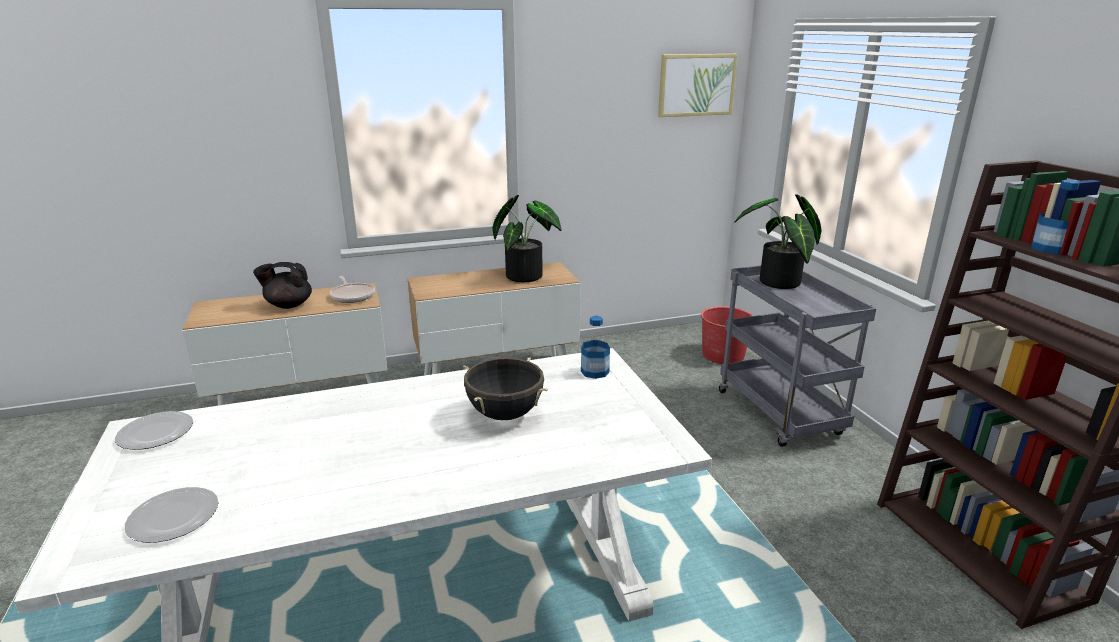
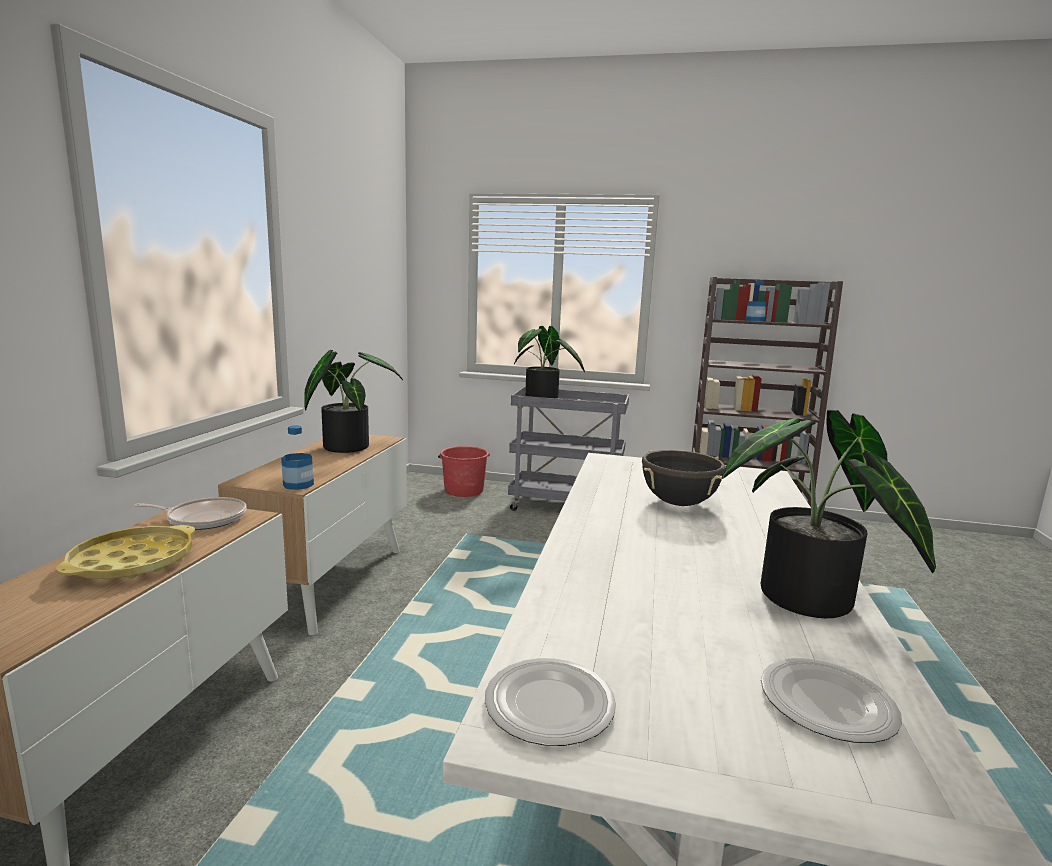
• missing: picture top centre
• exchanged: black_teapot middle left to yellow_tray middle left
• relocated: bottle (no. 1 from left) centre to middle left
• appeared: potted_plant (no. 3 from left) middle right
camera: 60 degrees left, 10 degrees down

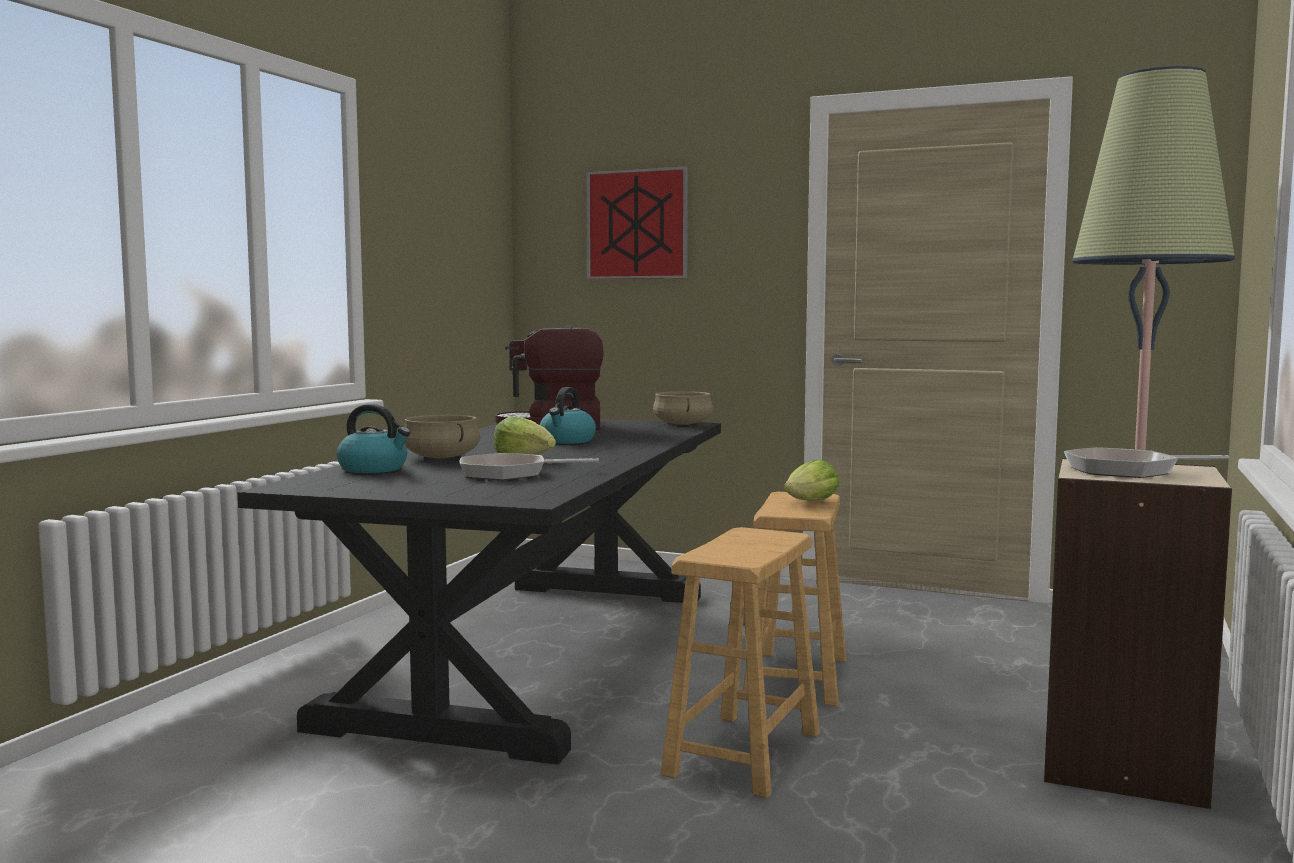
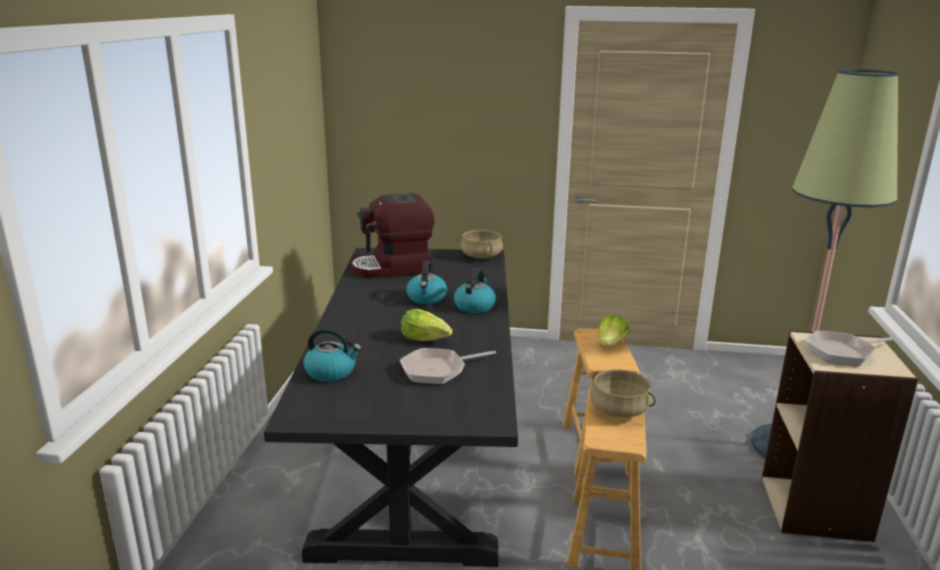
• missing: picture top centre
• relocated: beige_cooking_pot (no. 1 from left in the first image) centre to beige_cooking_pot (no. 2 from left) bottom centre
• appeared: kettle (no. 3 from left) centre
camera: 15 degrees left, 15 degrees up

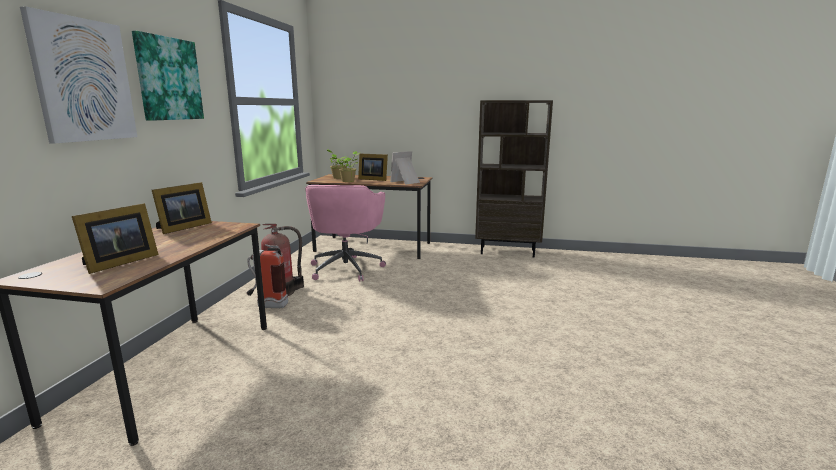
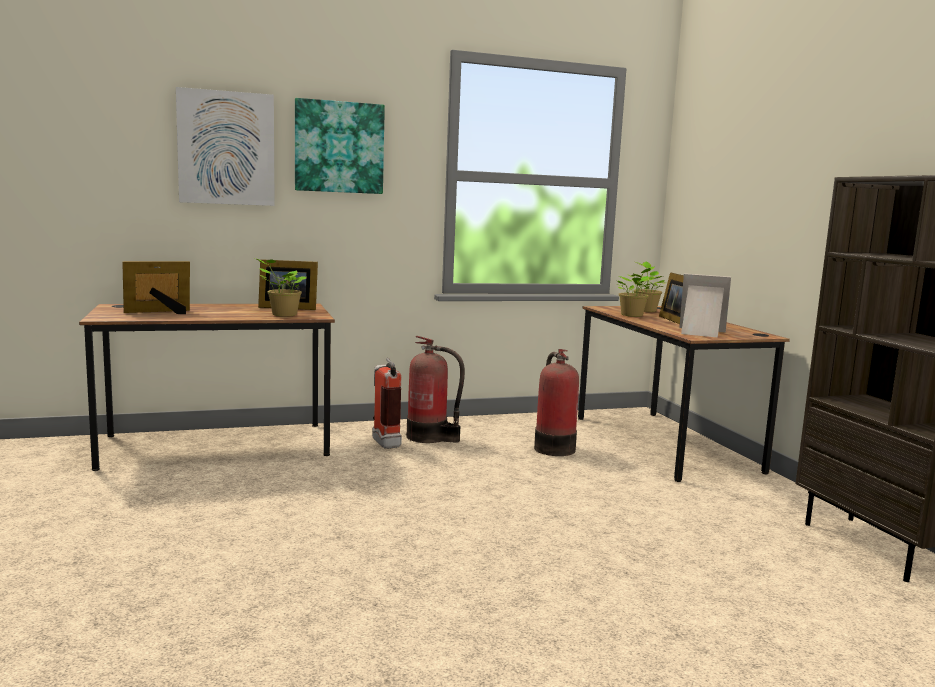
• exchanged: pink_office_chair centre to fire_extinguisher (no. 3 from left) centre
• spun: picture_frame (no. 1 from left) middle left = middle left 150 degrees clockwise
• appeared: potted_plant (no. 1 from left) middle left
camera: 60 degrees right, 5 degrees down

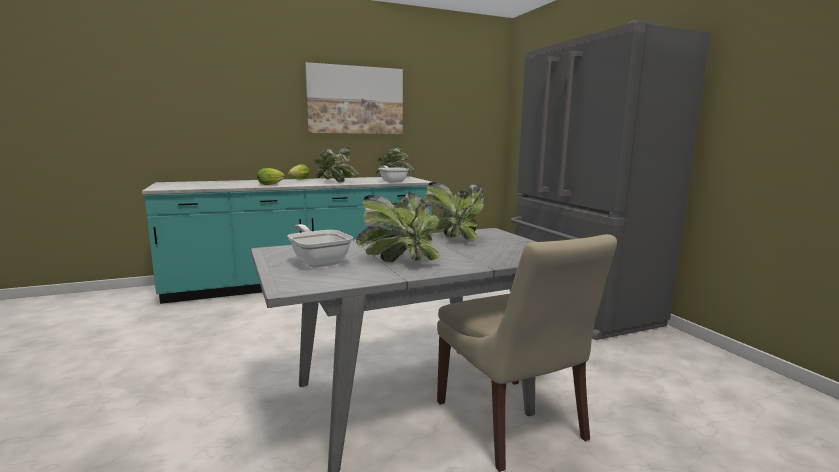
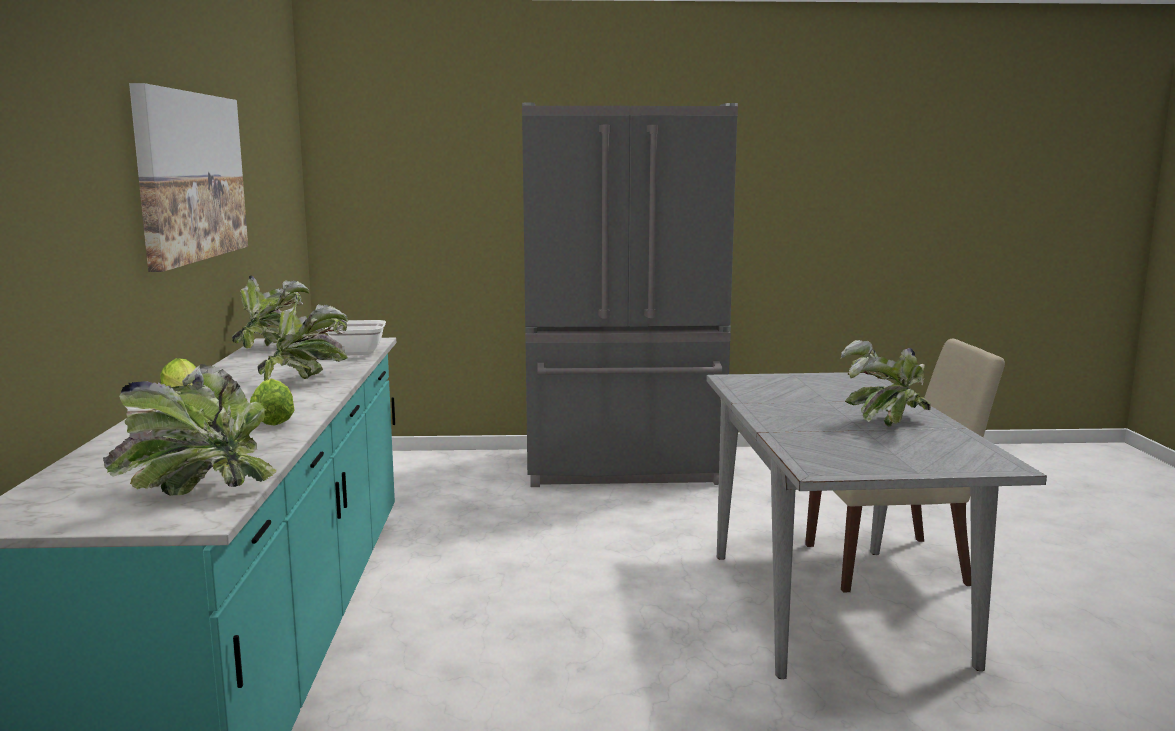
• relocated: potted_plant (no. 4 from left in the first image) centre to potted_plant (no. 1 from left) middle left
• missing: frying_pan (no. 1 from left) centre
camera: 70 degrees left, 0 degrees up

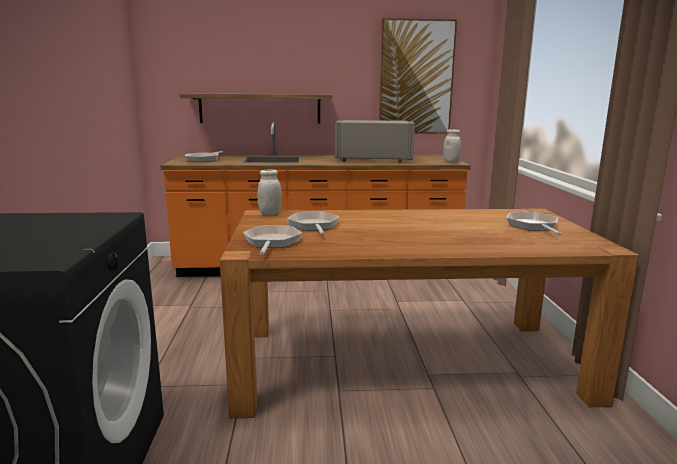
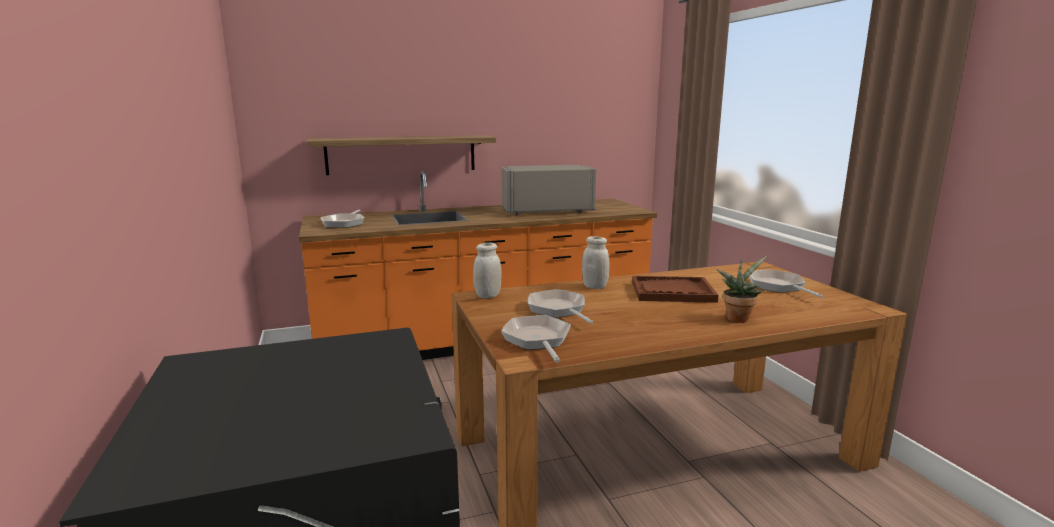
• missing: picture top centre
• relocated: white_jar (no. 2 from left) top right to centre
• appeared: potted_plant middle right
• appeared: brown_tray centre
camera: 15 degrees left, 0 degrees up

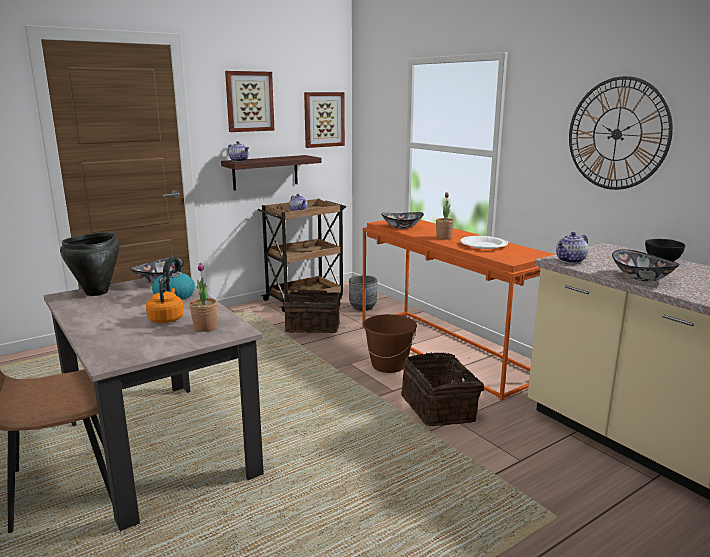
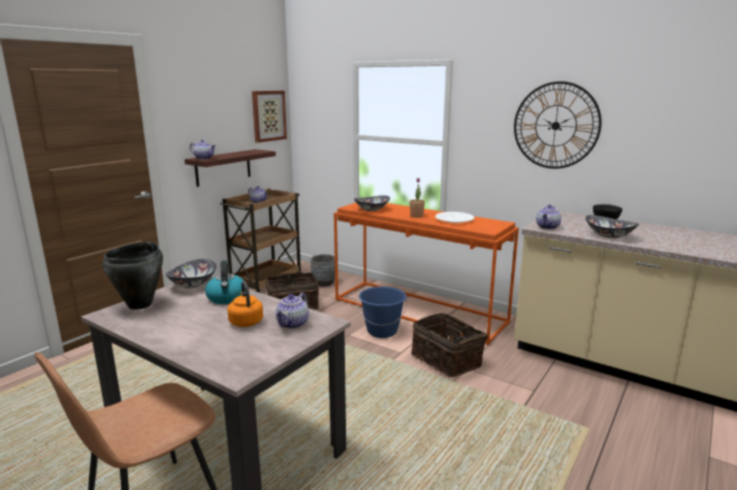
• missing: picture (no. 1 from left) top centre
• exchanged: potted_plant (no. 1 from left) middle left to teapot (no. 3 from left) centre
• colour: brown_bucket centre to blue_bucket centre
camera: 20 degrees left, 0 degrees up

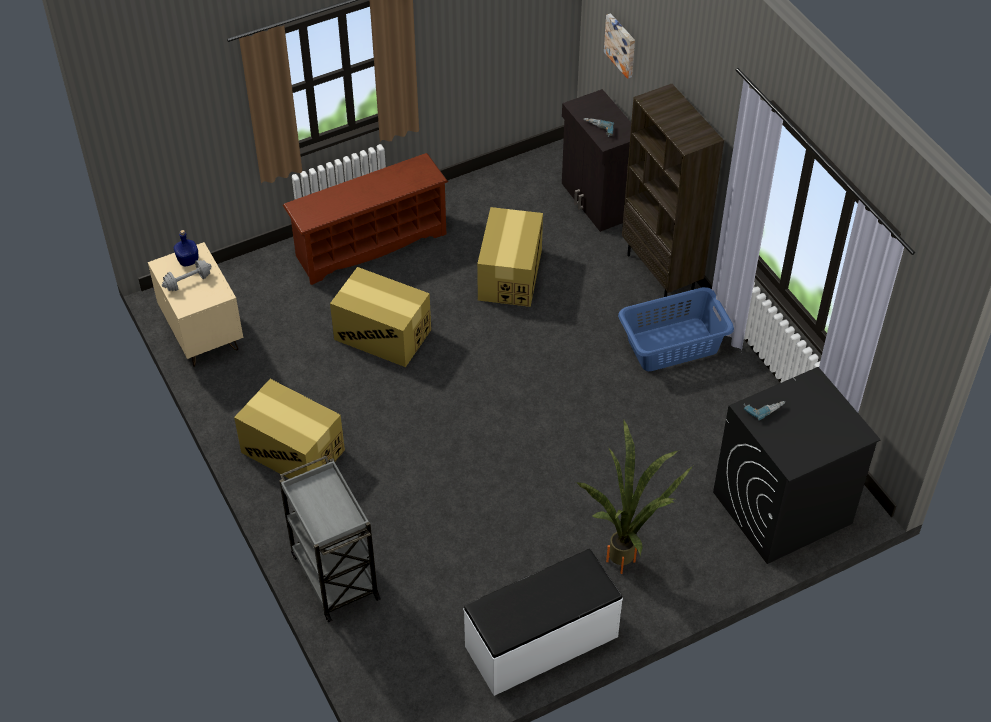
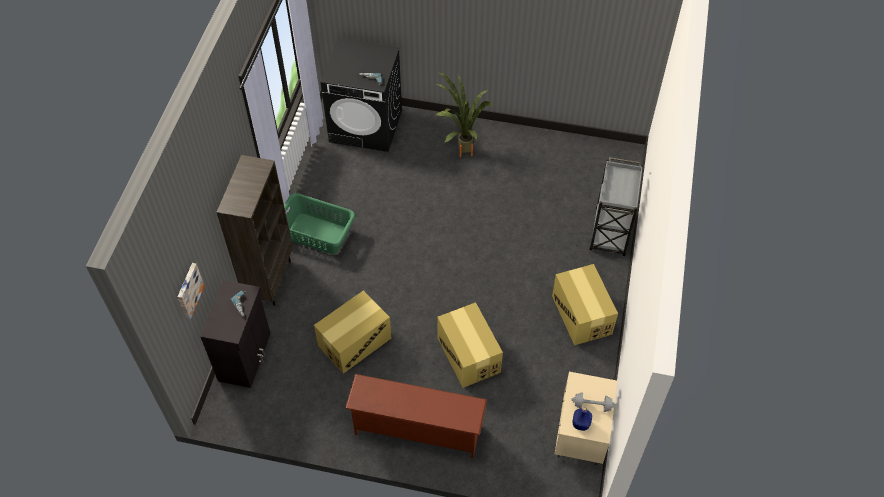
• colour: blue_laundry_basket middle right to green_laundry_basket centre
• missing: white_bench bottom centre
camera: 140 degrees left, 5 degrees up

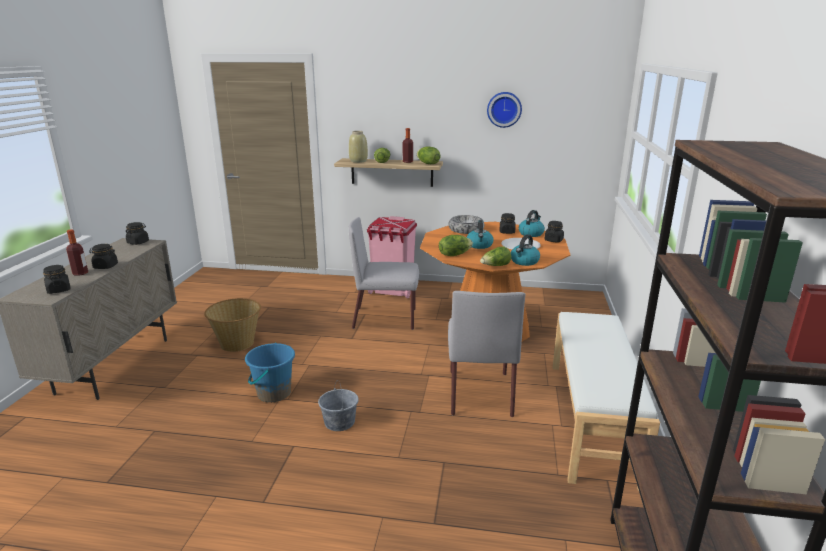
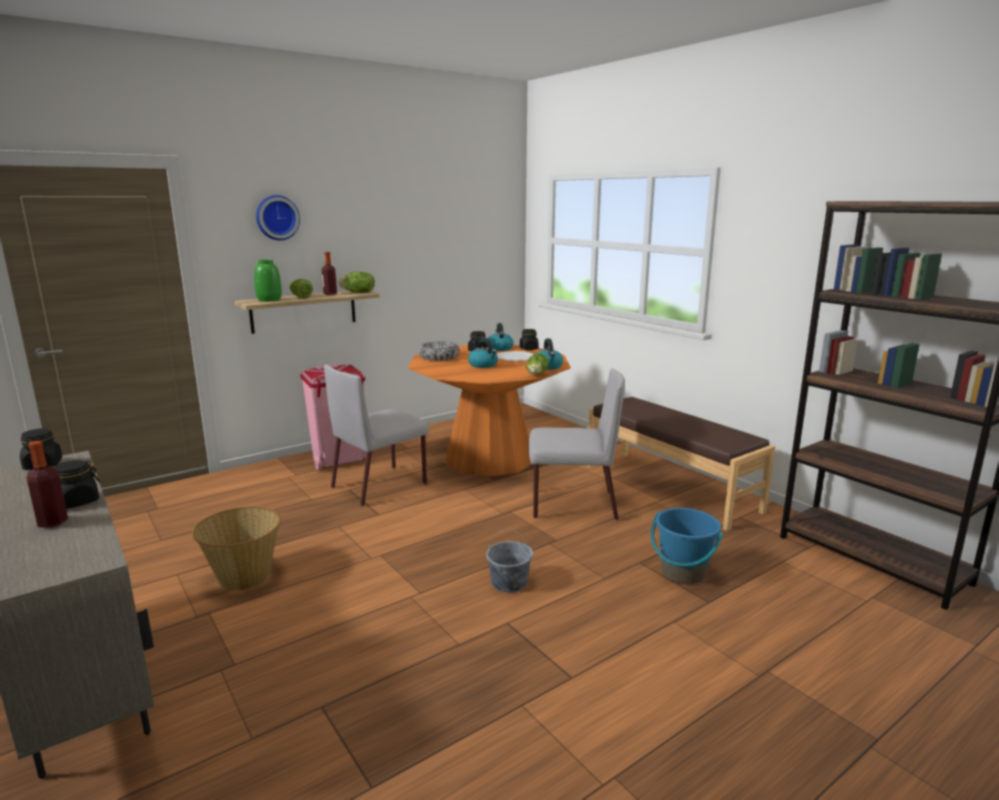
• relocated: wall_clock top centre to top left
• colour: beige_vase top centre to green_vase middle left
• missing: lettuce (no. 3 from left) centre
• missing: black_jar (no. 1 from left) middle left
• spun: grey_chair (no. 2 from left) centre = centre 45 degrees counterclockwise
• colour: white_bench bottom right to brown_bench middle right
• relocated: blue_bucket bottom left to bottom right
camera: 45 degrees left, 5 degrees down

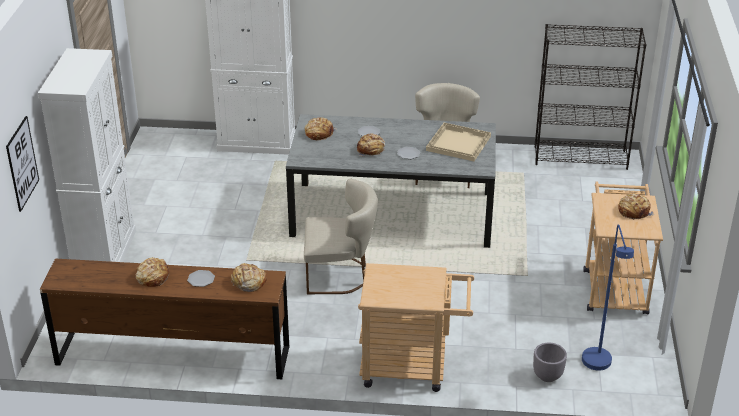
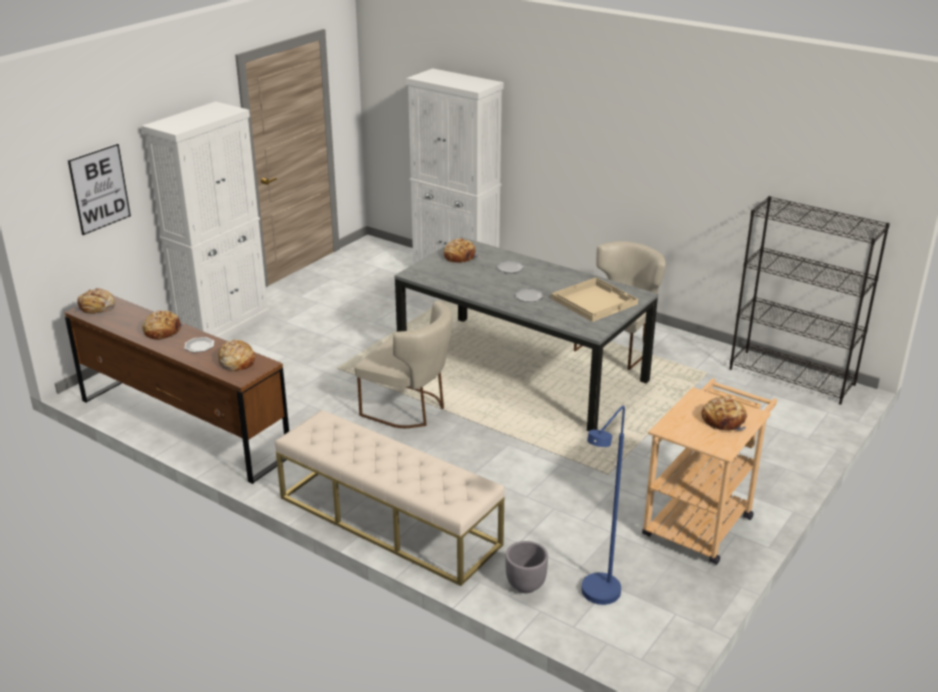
• relocated: bread (no. 4 from left in the first image) centre to bread (no. 1 from left) middle left
• exchanged: beige_cart (no. 1 from left) bottom centre to beige_bench bottom centre
camera: 30 degrees right, 5 degrees down

